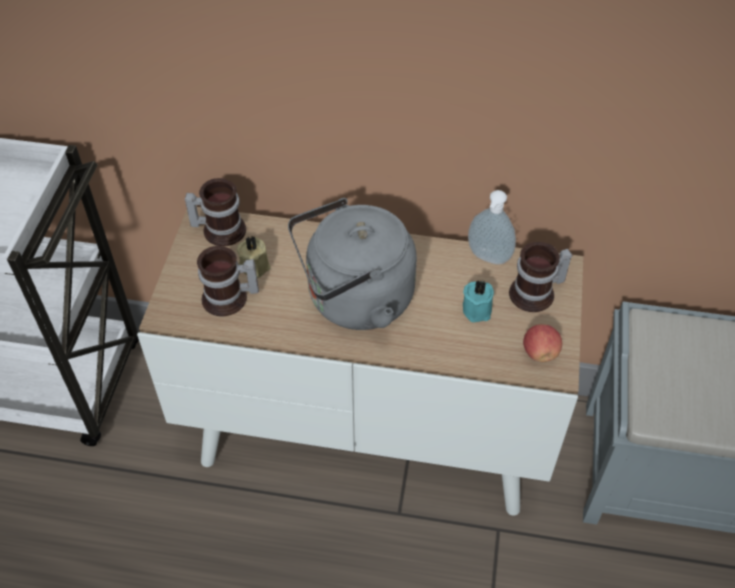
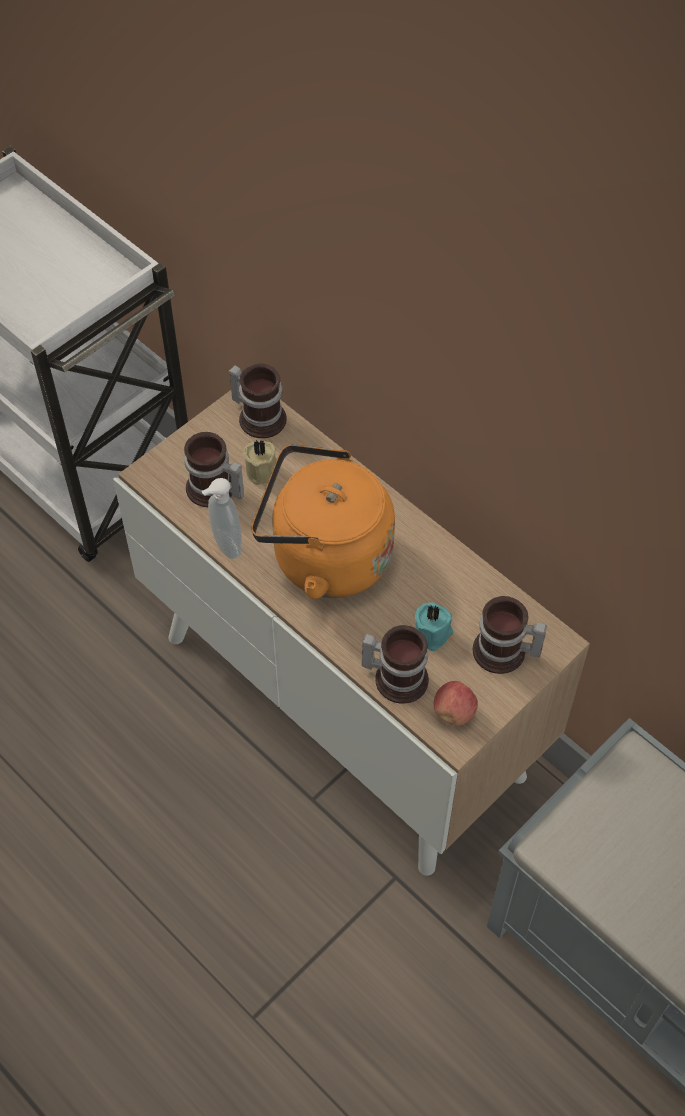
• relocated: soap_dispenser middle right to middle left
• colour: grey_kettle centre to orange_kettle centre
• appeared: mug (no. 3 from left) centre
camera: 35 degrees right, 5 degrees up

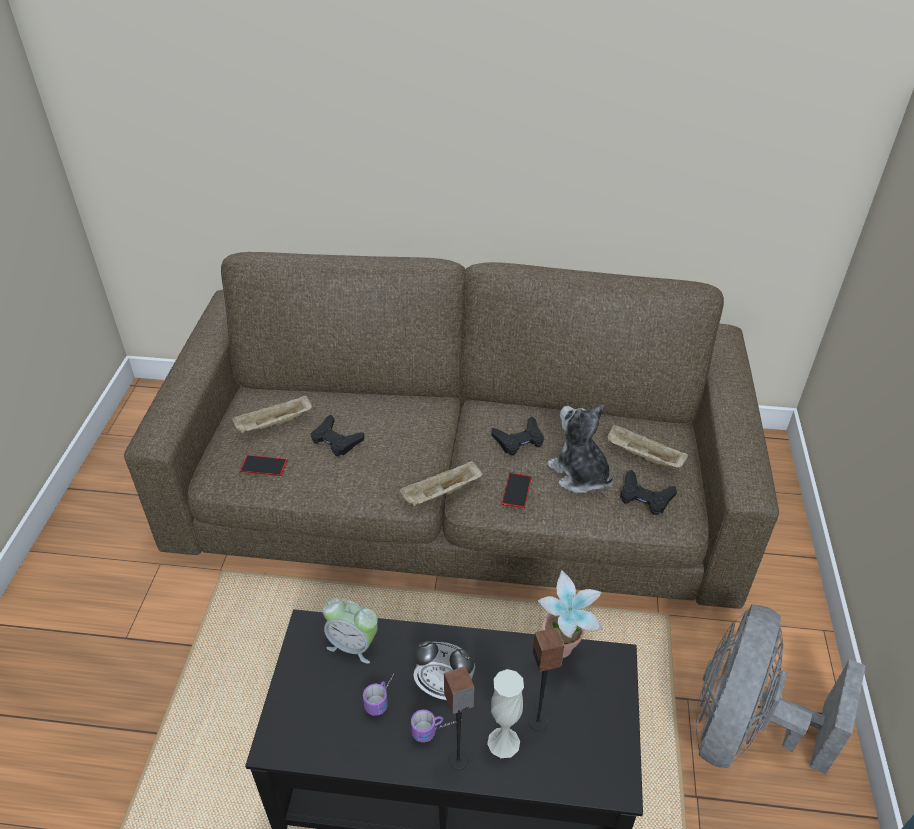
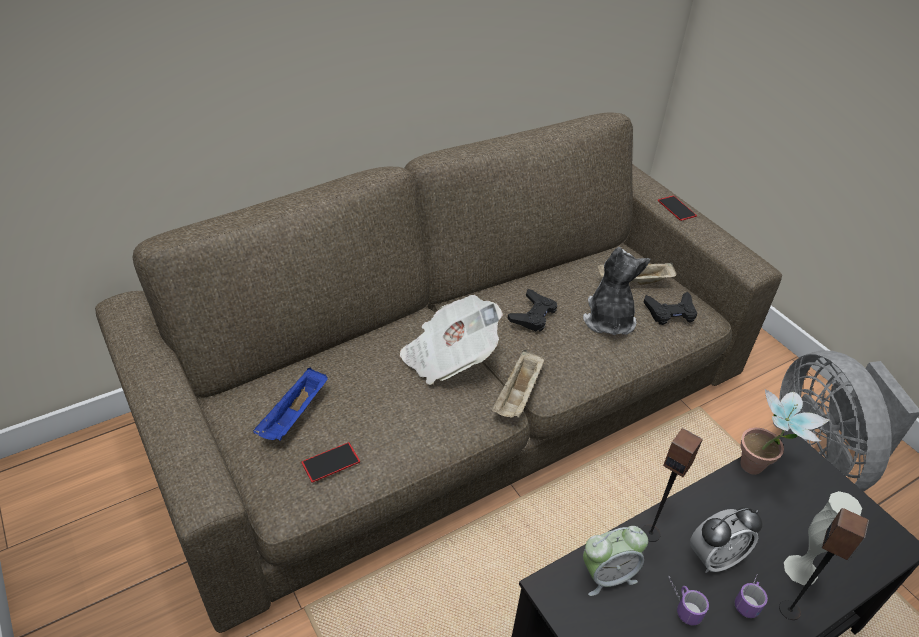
• colour: beige_tray (no. 1 from left) middle left to blue_tray middle left
• spun: plush_toy centre = middle right 75 degrees clockwise
• missing: black_game_controller (no. 1 from left) centre
• relocated: phone (no. 2 from left) centre to top right
• relocated: speaker (no. 2 from left in the first image) bottom centre to speaker (no. 1 from left) bottom right
• appeared: newspaper centre
camera: 40 degrees left, 0 degrees up

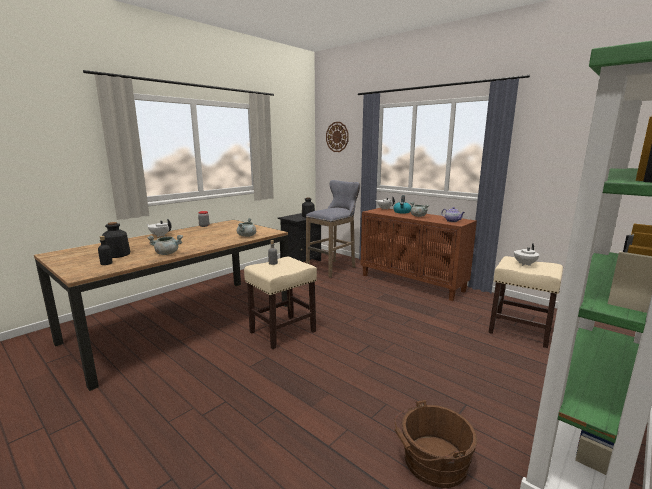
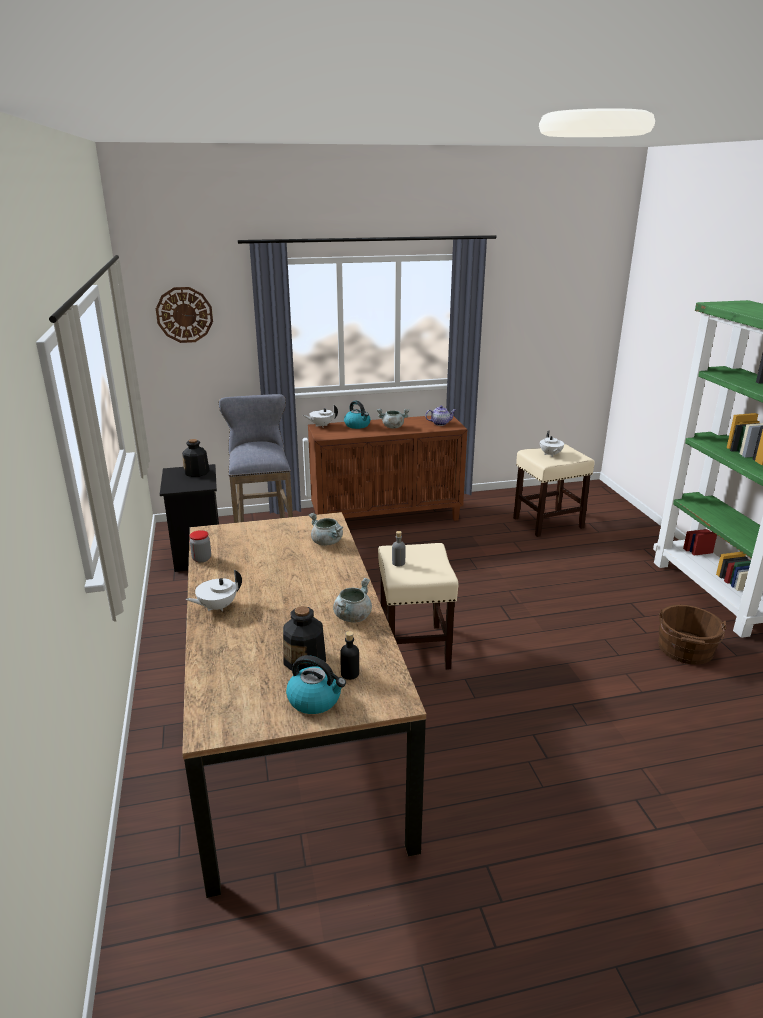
• appeared: kettle (no. 1 from left) bottom centre
camera: 55 degrees left, 10 degrees up

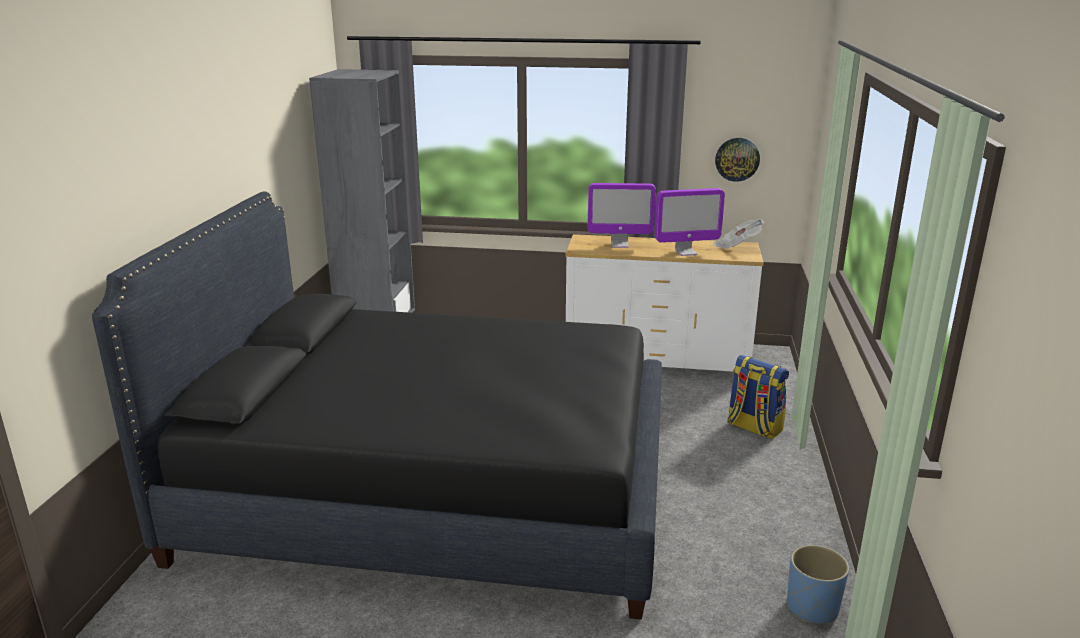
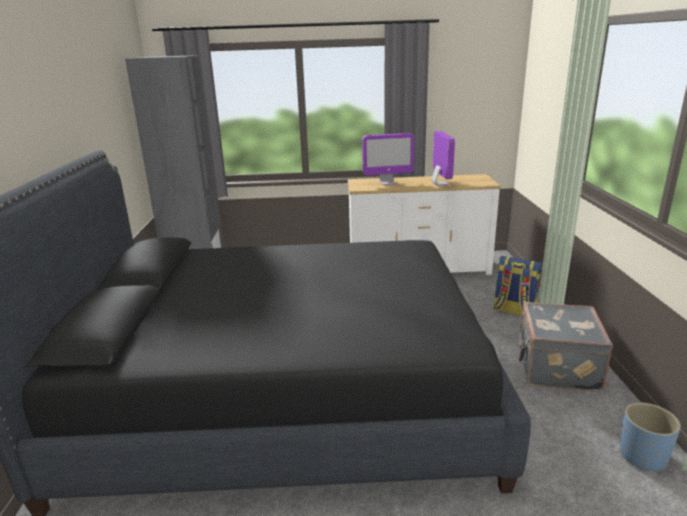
• missing: wall_clock top right
• spun: monitor (no. 2 from left) centre = top centre 75 degrees counterclockwise
• missing: newspaper middle right
• appeared: grey_suitcase bottom right
camera: 10 degrees left, 0 degrees up

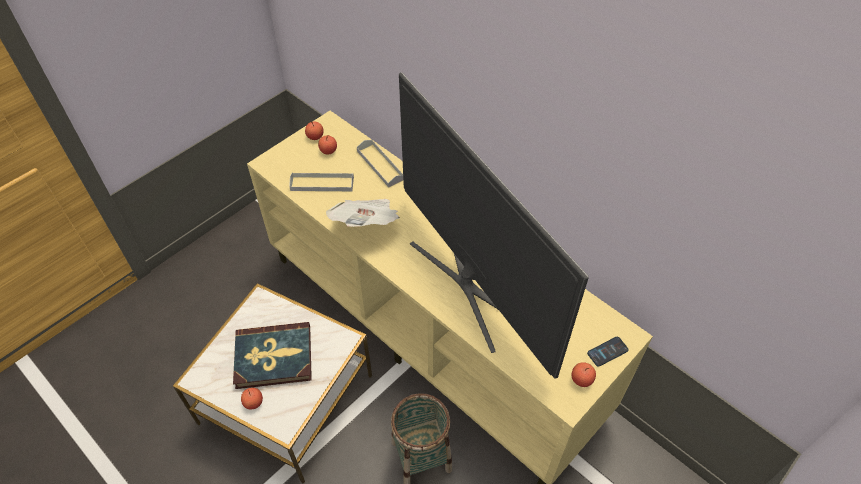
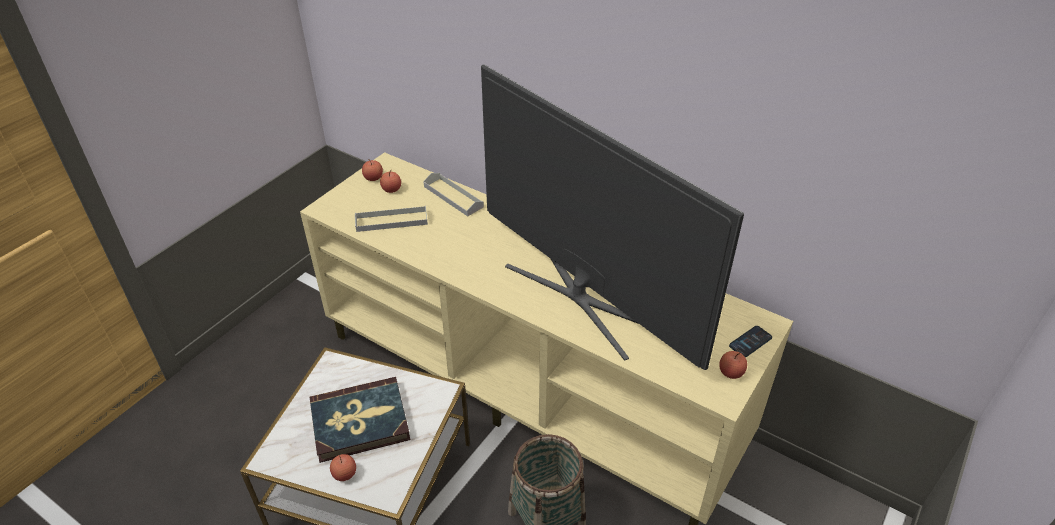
• missing: newspaper centre
camera: 10 degrees left, 10 degrees down

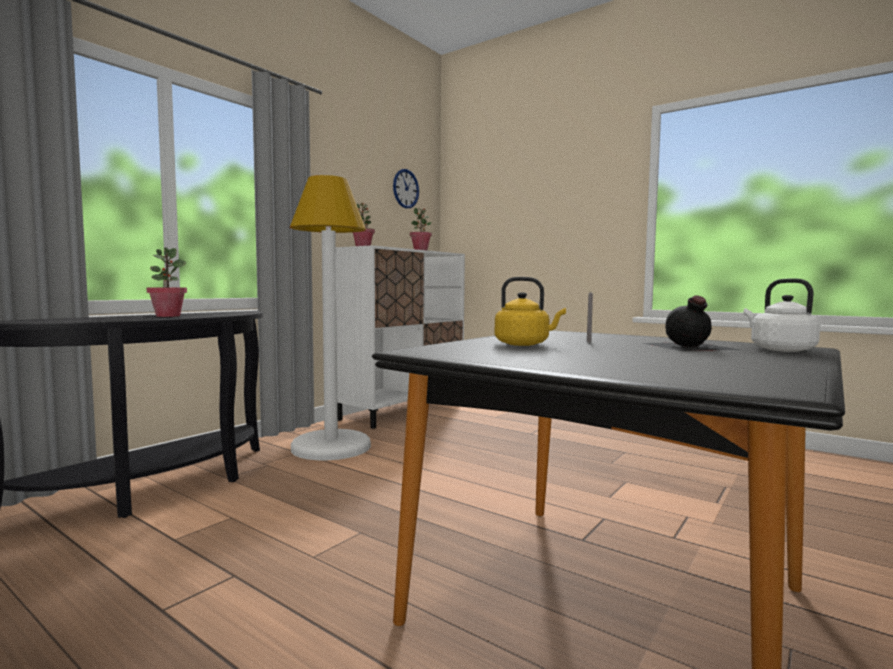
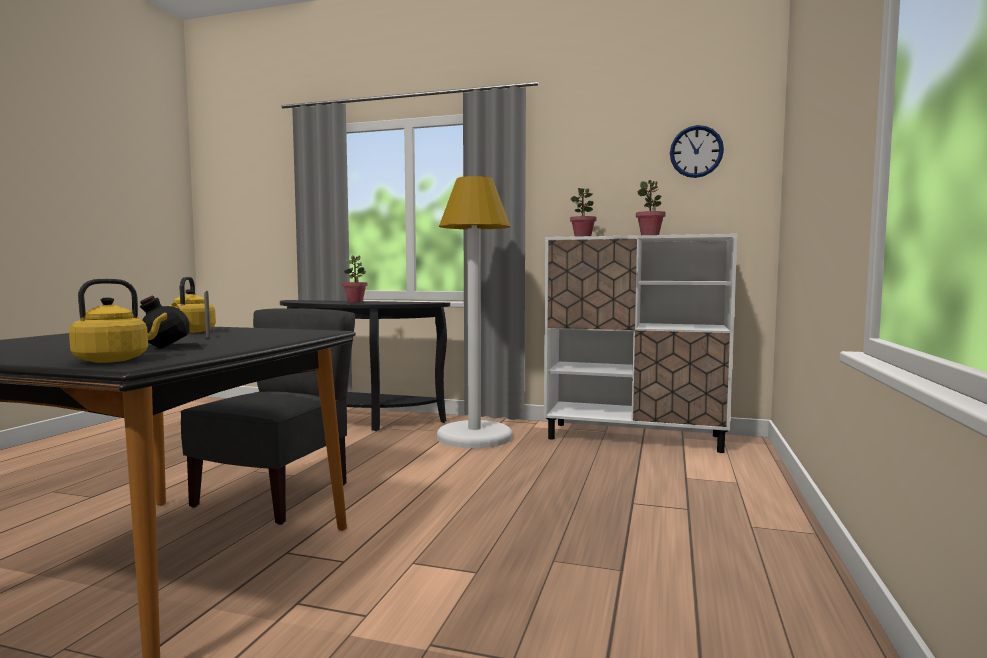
• colour: white_kettle middle right to yellow_kettle (no. 1 from left) middle left
• appeared: grey_chair middle left
camera: 70 degrees right, 0 degrees up

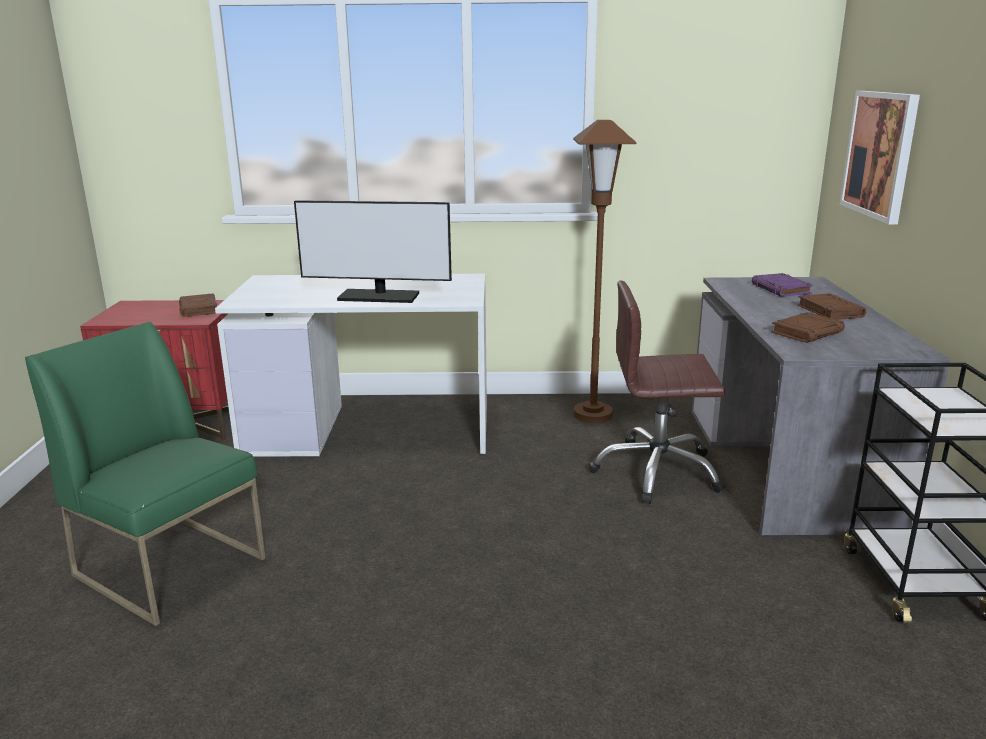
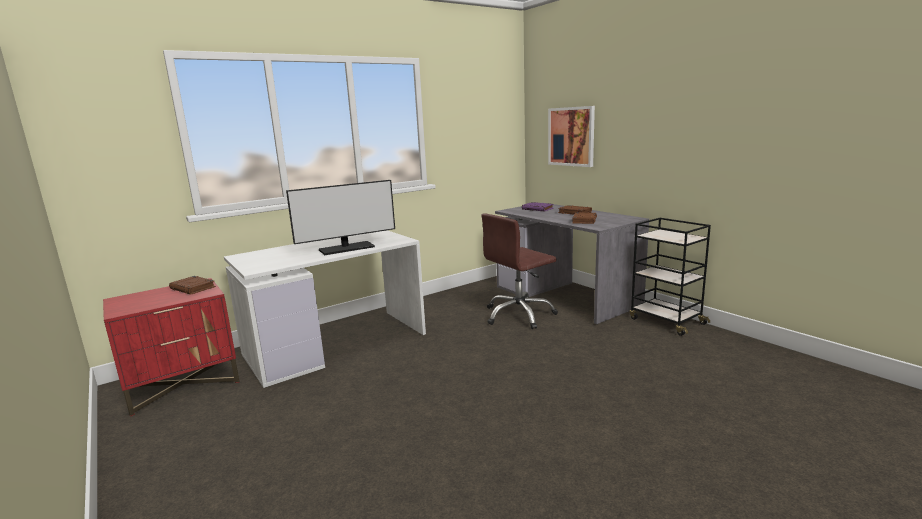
• missing: brown_floor_lamp centre
• missing: green_chair middle left
camera: 35 degrees left, 5 degrees down

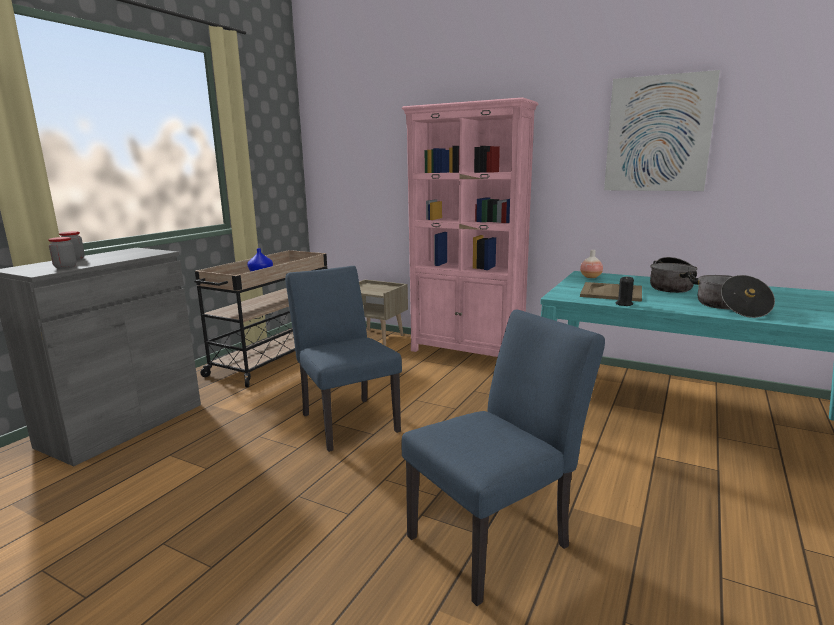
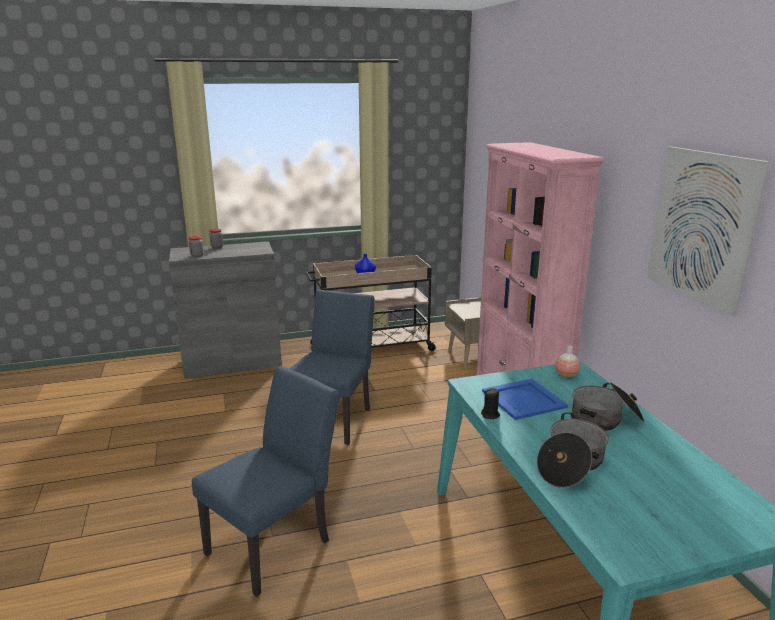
• colour: beige_tray middle right to blue_tray middle right
• spun: blue_chair (no. 2 from left in the first image) bottom centre = bottom centre 60 degrees counterclockwise
camera: 45 degrees right, 5 degrees up

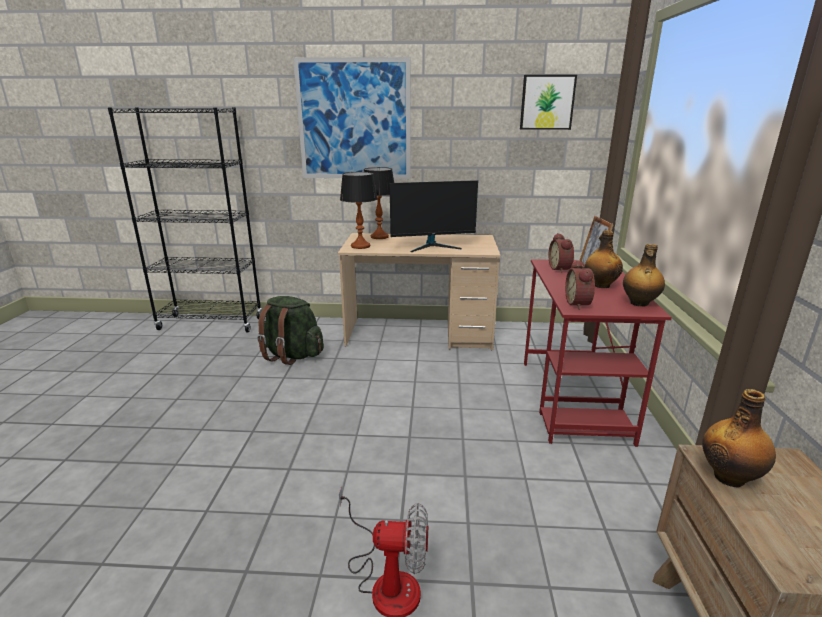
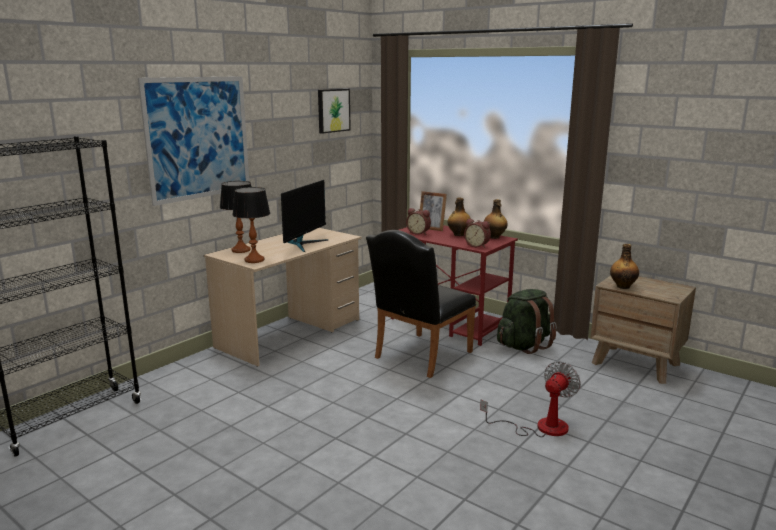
• relocated: green_backpack centre to middle right
• appeared: black_chair centre
camera: 55 degrees left, 5 degrees down

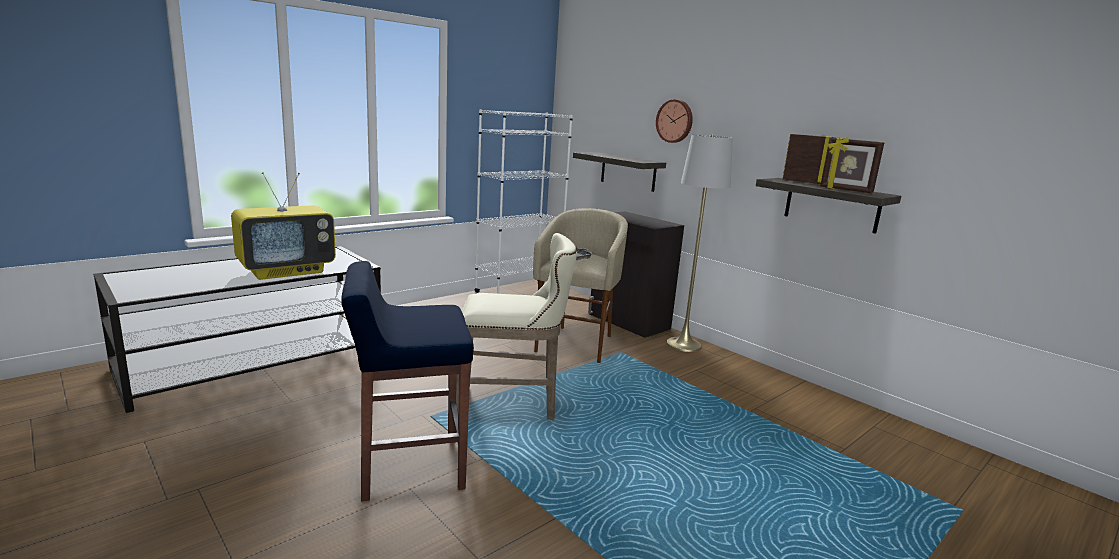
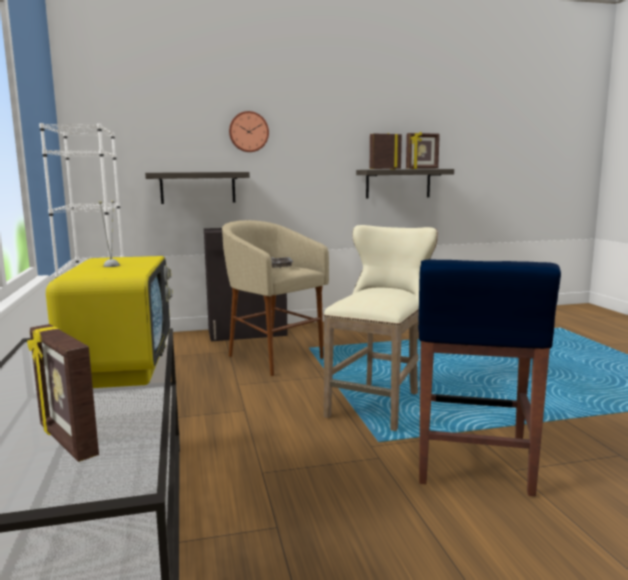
• missing: grey_floor_lamp centre
• appeared: picture_frame (no. 1 from left) bottom left
camera: 60 degrees left, 5 degrees down

